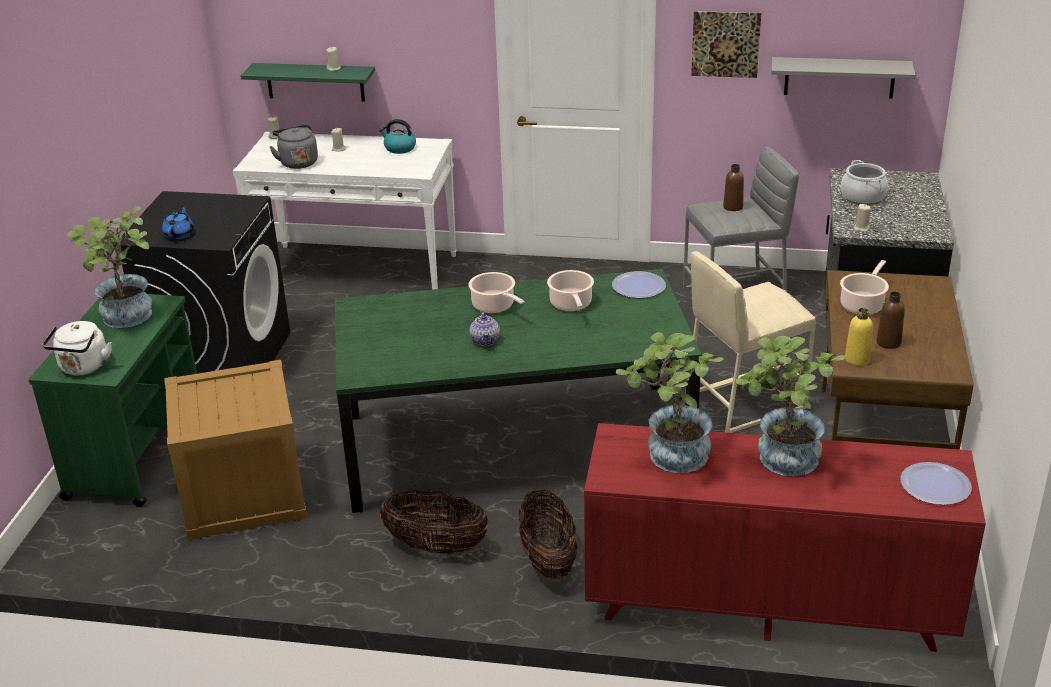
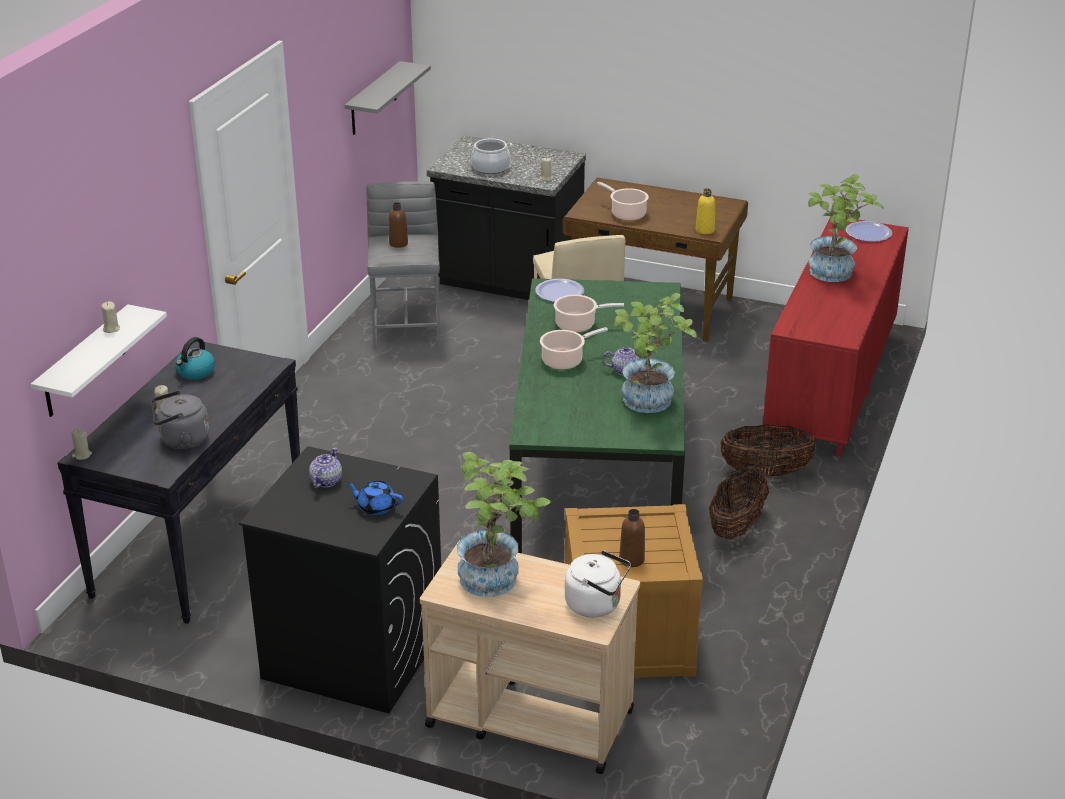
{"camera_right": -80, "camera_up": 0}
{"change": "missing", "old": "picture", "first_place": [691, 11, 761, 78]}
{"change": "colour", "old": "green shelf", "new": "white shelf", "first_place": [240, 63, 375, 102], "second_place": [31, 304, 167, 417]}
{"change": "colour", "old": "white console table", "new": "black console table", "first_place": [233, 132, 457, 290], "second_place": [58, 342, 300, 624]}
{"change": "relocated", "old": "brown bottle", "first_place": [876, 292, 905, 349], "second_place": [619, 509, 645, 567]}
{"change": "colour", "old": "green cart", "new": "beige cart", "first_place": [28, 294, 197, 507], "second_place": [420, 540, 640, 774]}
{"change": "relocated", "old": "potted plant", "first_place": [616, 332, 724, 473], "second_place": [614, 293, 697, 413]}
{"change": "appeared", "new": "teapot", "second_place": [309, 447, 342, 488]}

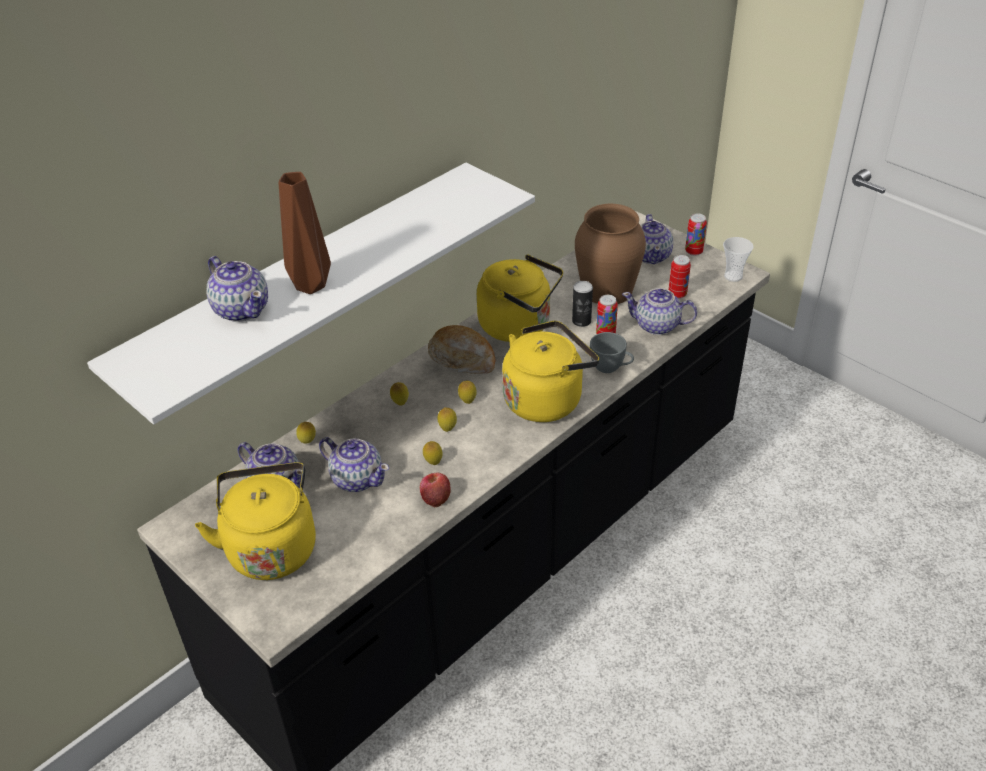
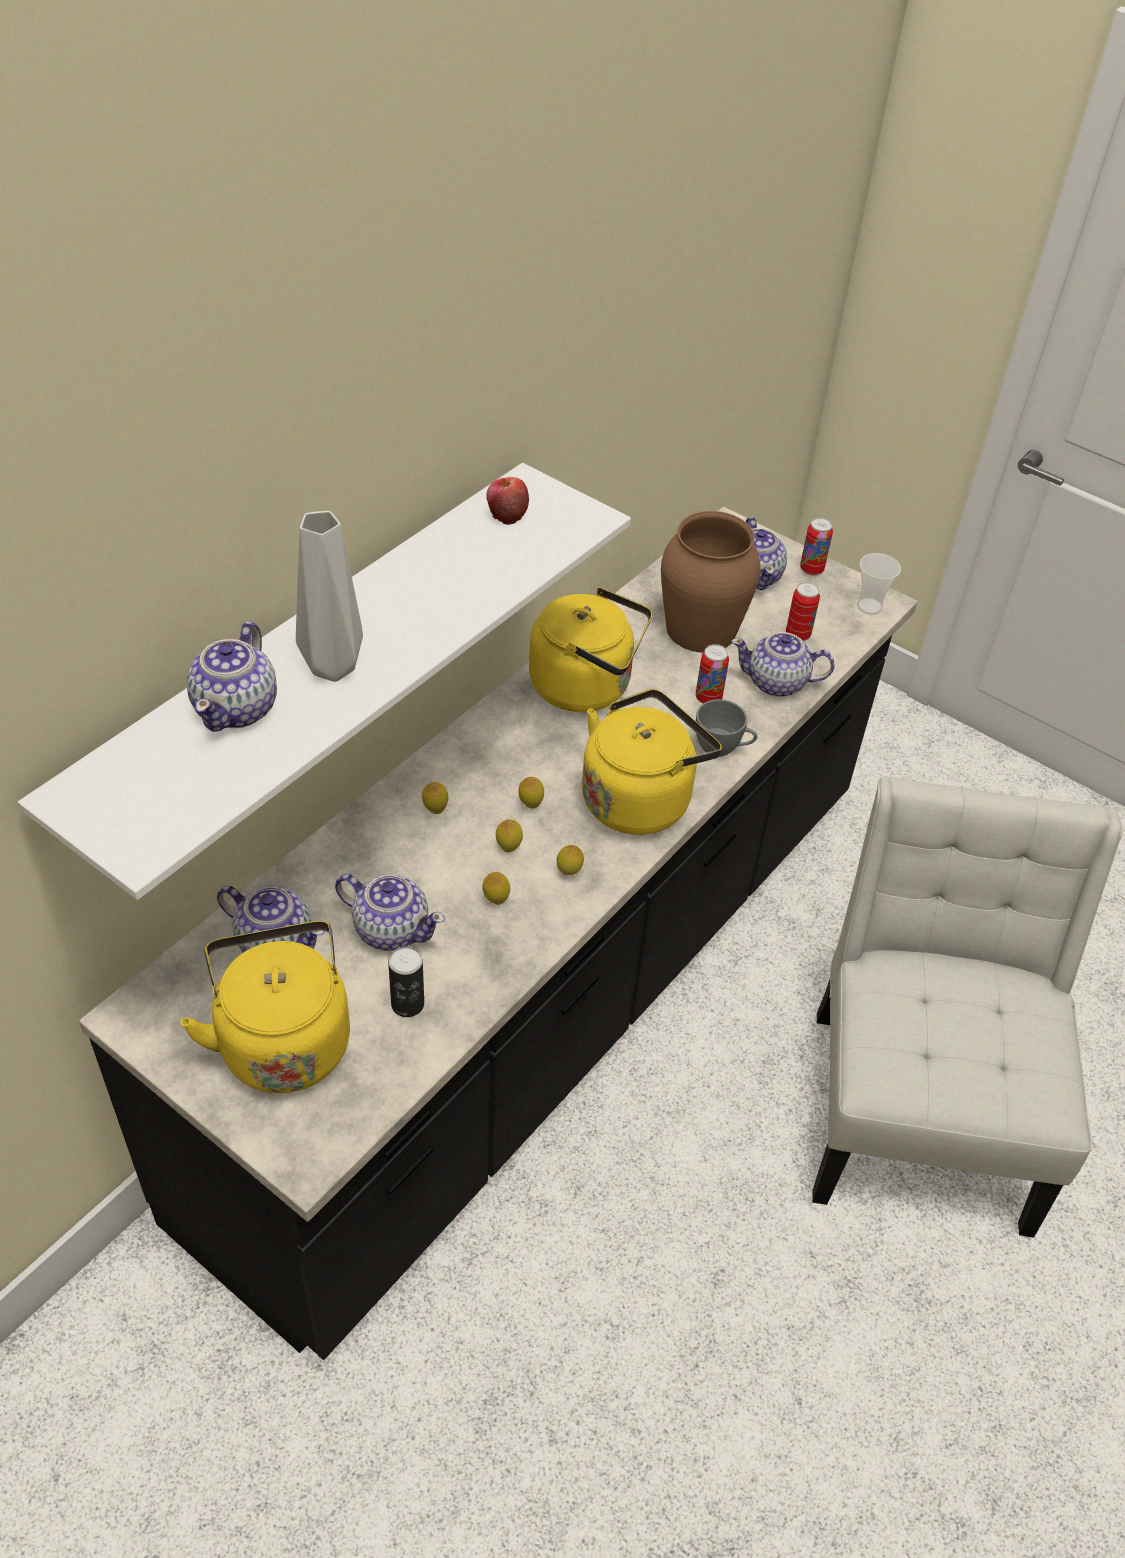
{"camera_right": -10, "camera_up": 5}
{"change": "colour", "old": "brown vase", "new": "grey vase", "first_place": [279, 172, 331, 294], "second_place": [296, 511, 363, 682]}
{"change": "spun", "old": "teapot", "first_place": [207, 256, 268, 322], "second_place": [187, 621, 277, 732], "degrees": 60}
{"change": "relocated", "old": "can", "first_place": [572, 281, 593, 327], "second_place": [388, 946, 424, 1017]}
{"change": "missing", "old": "bread", "first_place": [428, 325, 496, 374]}
{"change": "relocated", "old": "lemon", "first_place": [296, 422, 316, 444], "second_place": [557, 845, 584, 875]}
{"change": "relocated", "old": "apple", "first_place": [420, 473, 451, 507], "second_place": [486, 477, 529, 525]}
{"change": "appeared", "new": "white chair", "second_place": [812, 777, 1122, 1238]}

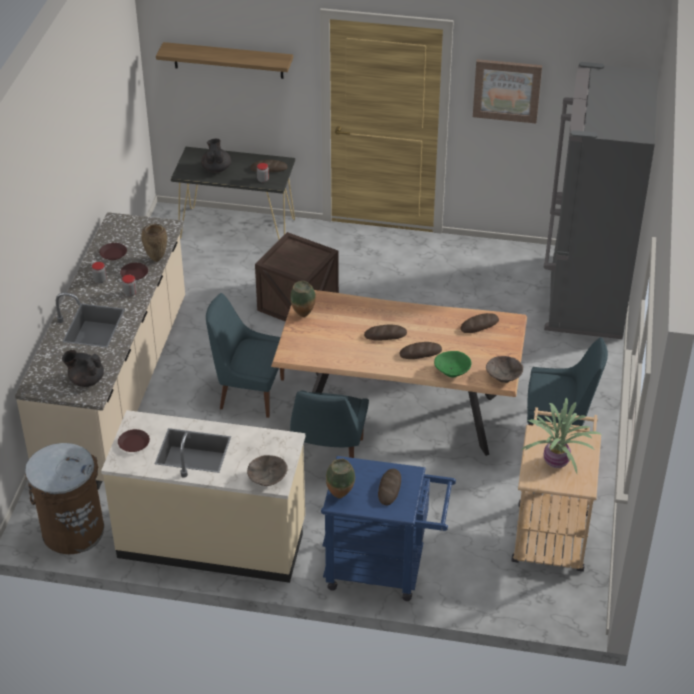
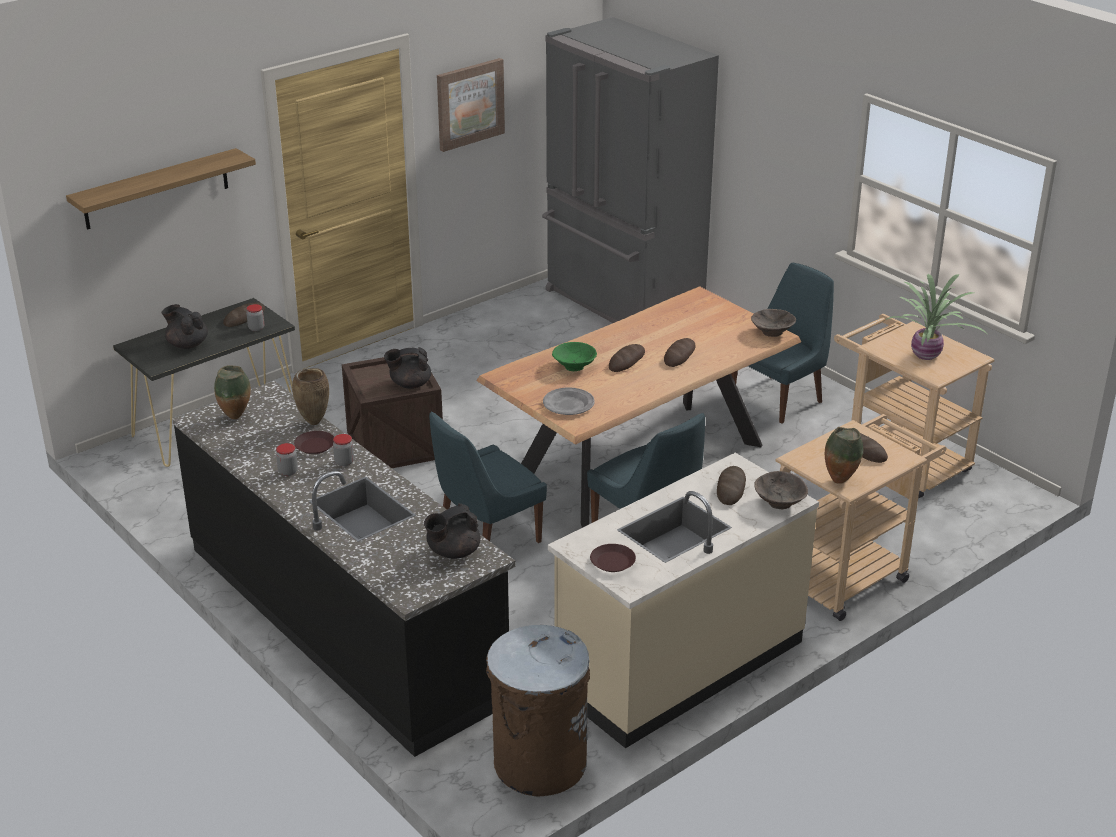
{"camera_right": -50, "camera_up": -10}
{"change": "colour", "old": "beige counter", "new": "black counter", "first_place": [15, 212, 185, 490], "second_place": [172, 381, 516, 757]}
{"change": "missing", "old": "brown plate", "first_place": [99, 243, 127, 260]}
{"change": "relocated", "old": "vase", "first_place": [290, 281, 316, 317], "second_place": [214, 366, 251, 419]}
{"change": "relocated", "old": "bread", "first_place": [460, 313, 499, 333], "second_place": [717, 466, 746, 505]}
{"change": "relocated", "old": "green bowl", "first_place": [434, 351, 472, 378], "second_place": [552, 342, 597, 371]}
{"change": "colour", "old": "blue cart", "new": "beige cart", "first_place": [321, 456, 456, 601], "second_place": [776, 414, 947, 621]}
{"change": "appeared", "new": "black teapot", "second_place": [384, 347, 431, 389]}
{"change": "appeared", "new": "grey plate", "second_place": [543, 388, 595, 415]}

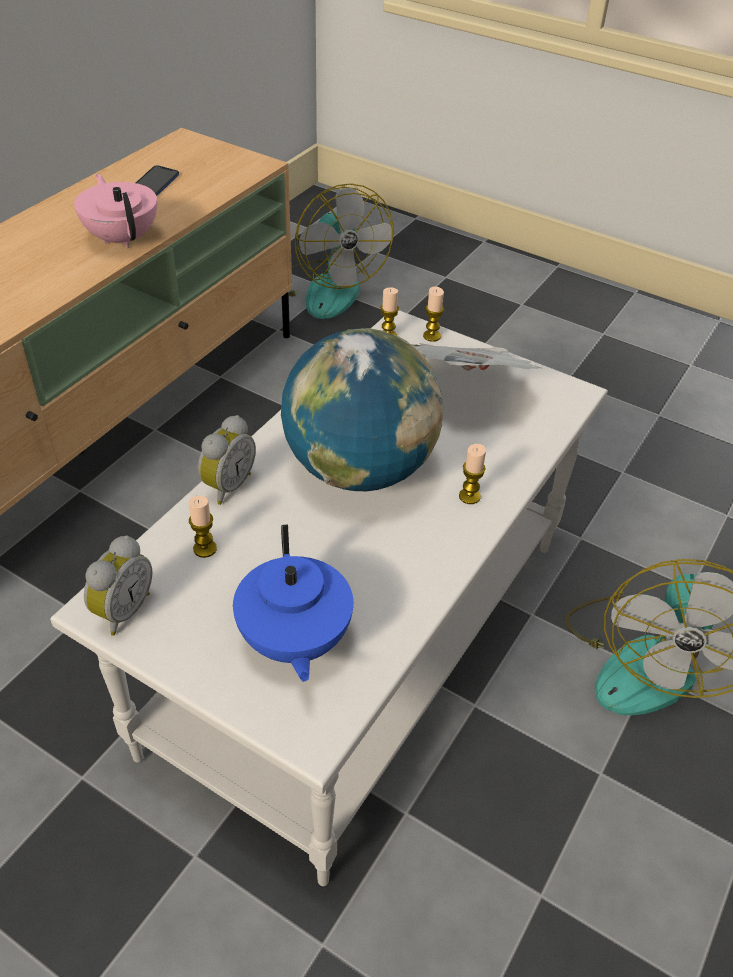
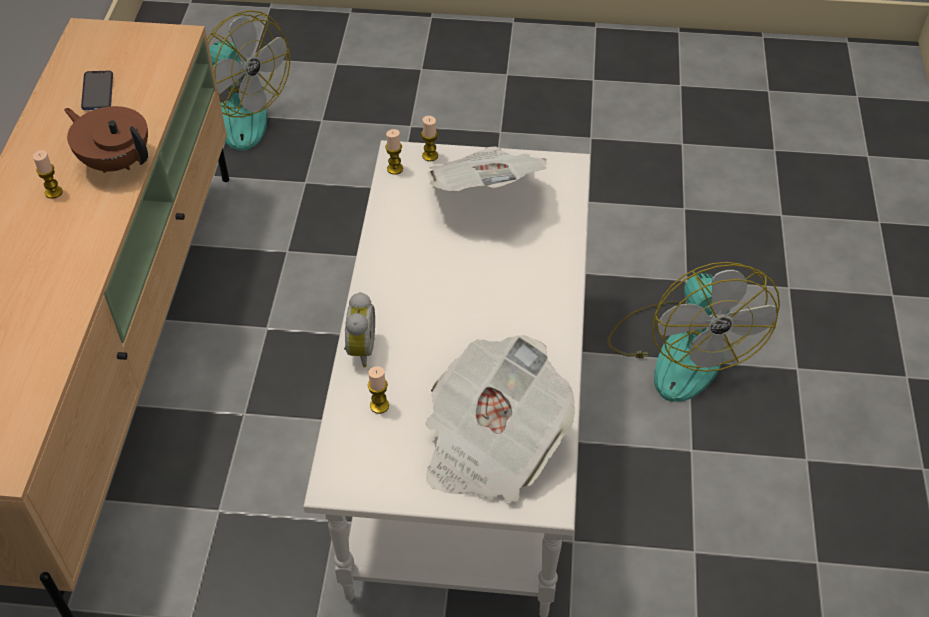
{"camera_right": -25, "camera_up": 5}
{"change": "colour", "old": "pink teapot", "new": "brown teapot", "first_place": [74, 174, 157, 248], "second_place": [64, 106, 148, 173]}
{"change": "missing", "old": "globe", "first_place": [281, 328, 443, 491]}
{"change": "relocated", "old": "candle", "first_place": [459, 444, 486, 504], "second_place": [33, 150, 63, 199]}
{"change": "exchanged", "old": "blue teapot", "new": "newspaper", "first_place": [233, 524, 353, 682], "second_place": [426, 335, 575, 502]}
{"change": "missing", "old": "alarm clock", "first_place": [84, 535, 153, 636]}

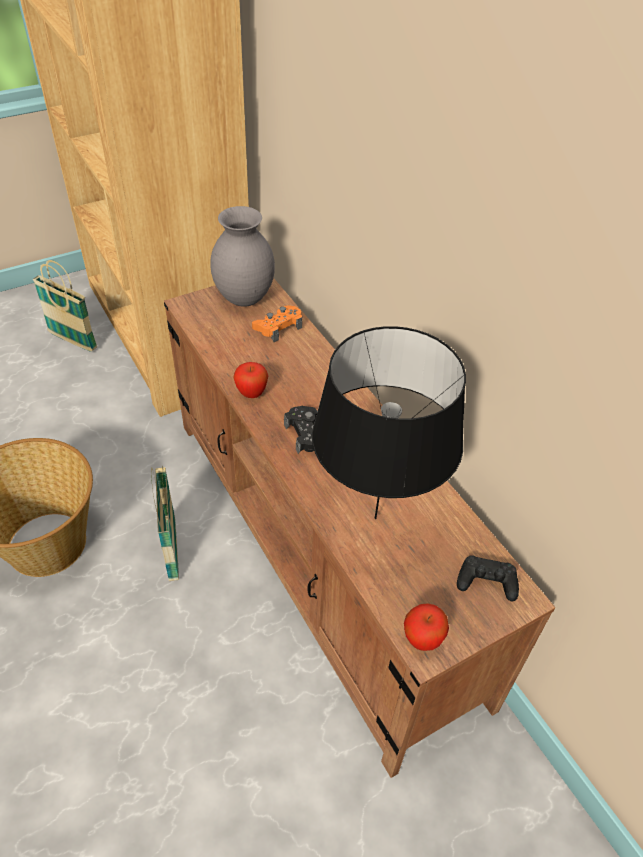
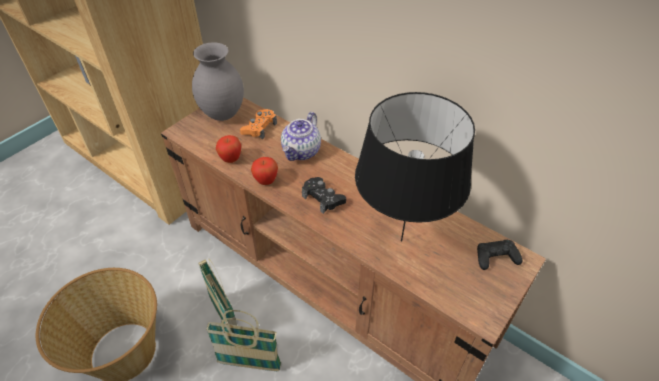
{"camera_right": -20, "camera_up": 0}
{"change": "relocated", "old": "basket", "first_place": [33, 260, 97, 352], "second_place": [206, 310, 281, 371]}
{"change": "relocated", "old": "apple", "first_place": [404, 603, 449, 651], "second_place": [216, 135, 241, 163]}
{"change": "appeared", "new": "teapot", "second_place": [281, 112, 321, 161]}

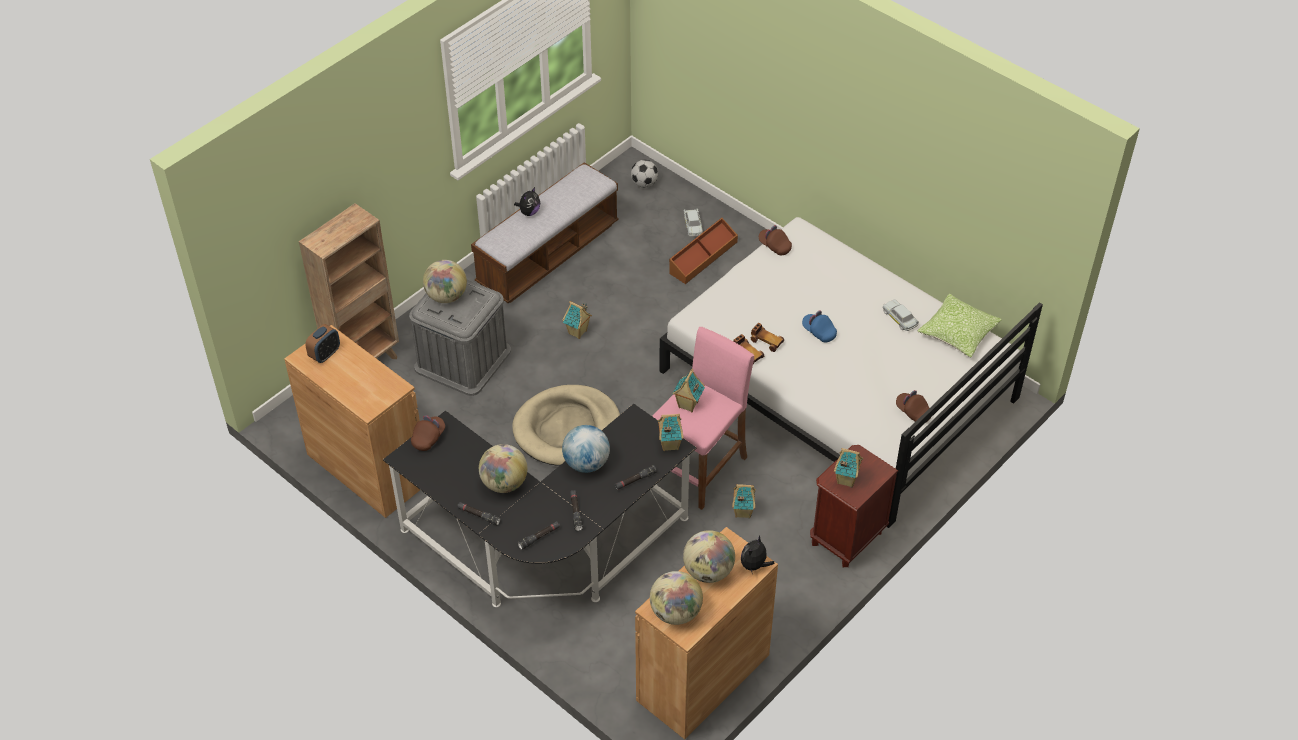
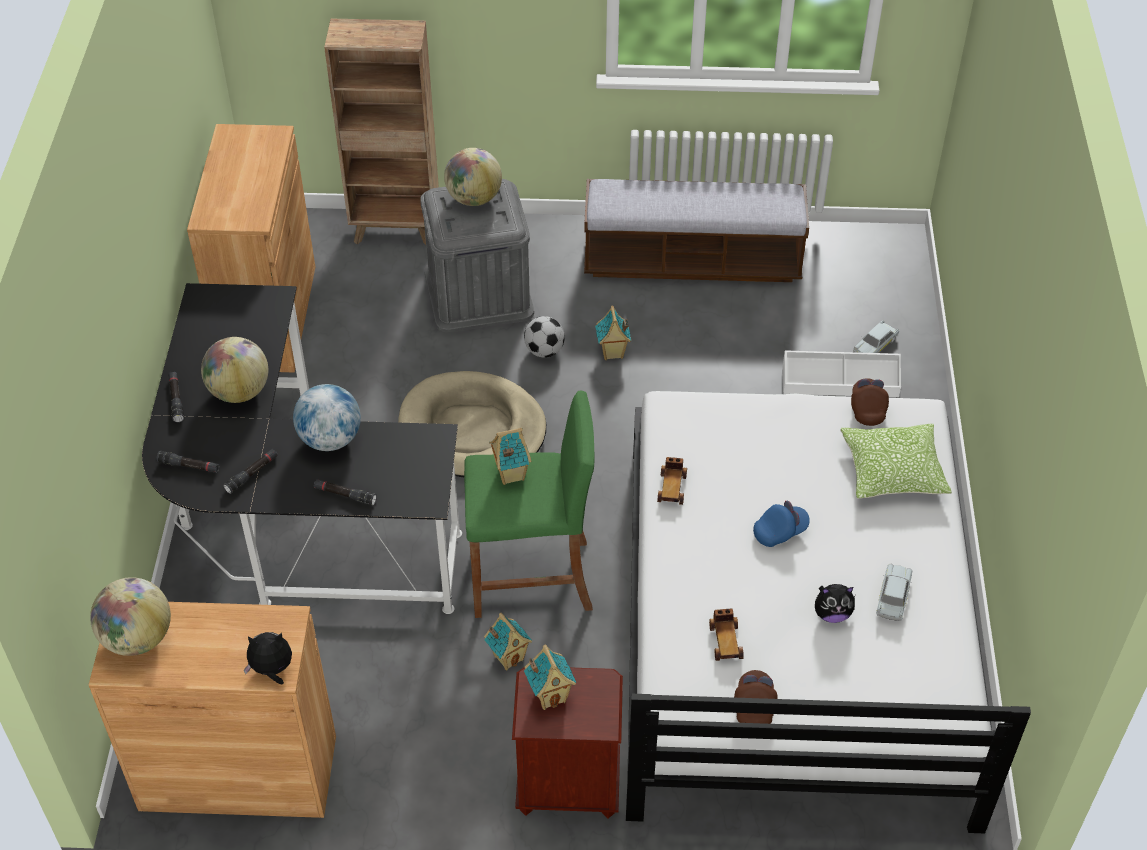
{"camera_right": 50, "camera_up": 0}
{"change": "relocated", "old": "football", "first_place": [631, 160, 658, 188], "second_place": [524, 316, 565, 358]}
{"change": "relocated", "old": "plush toy", "first_place": [514, 187, 540, 216], "second_place": [815, 584, 855, 623]}
{"change": "colour", "old": "brown storage box", "new": "white storage box", "first_place": [669, 218, 738, 284], "second_place": [782, 350, 901, 397]}
{"change": "relocated", "old": "pillow", "first_place": [917, 294, 1002, 357], "second_place": [840, 424, 952, 499]}
{"change": "spun", "old": "blue cap", "first_place": [802, 310, 837, 342], "second_place": [753, 500, 810, 547], "degrees": 60}
{"change": "relocated", "old": "toy car", "first_place": [751, 323, 784, 352], "second_place": [709, 609, 744, 661]}
{"change": "missing", "old": "alarm clock", "first_place": [305, 324, 340, 363]}
{"change": "colour", "old": "pink stool", "new": "green stool", "first_place": [652, 327, 754, 510], "second_place": [464, 391, 594, 618]}
{"change": "missing", "old": "toy house", "first_place": [657, 414, 684, 451]}
{"change": "missing", "old": "brown cap", "first_place": [411, 415, 445, 451]}
{"change": "missing", "old": "globe", "first_place": [683, 530, 735, 583]}

